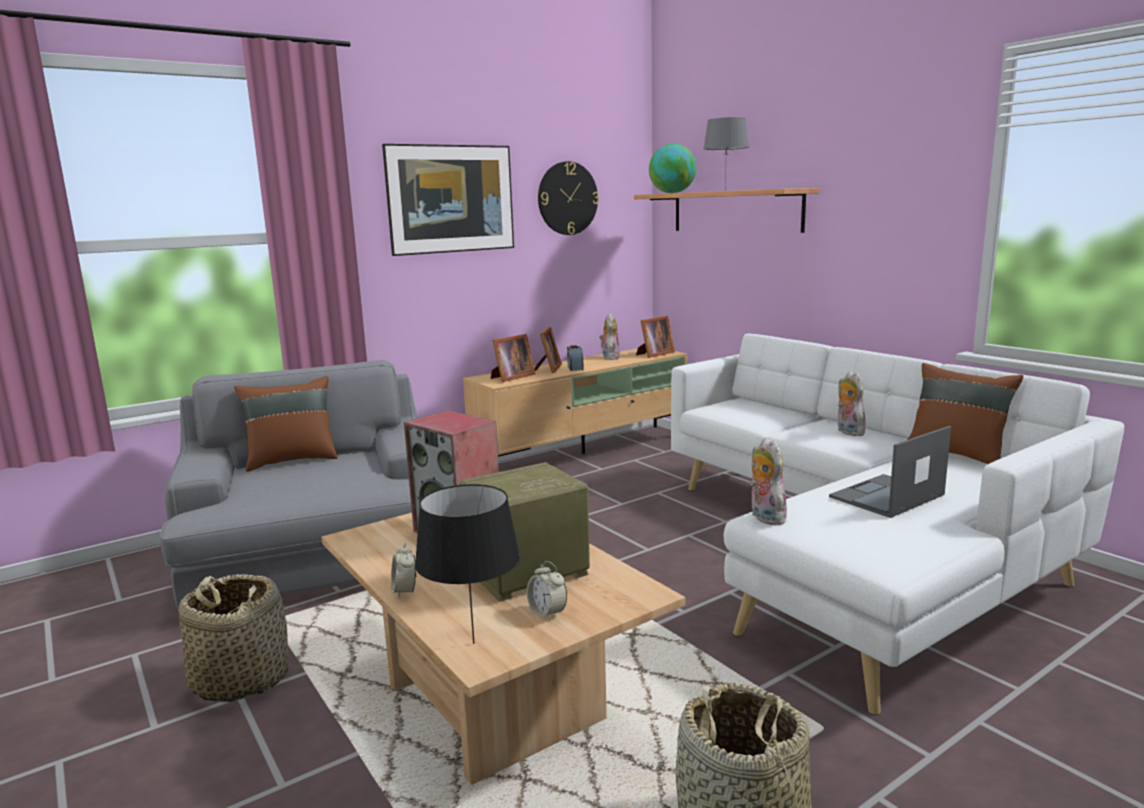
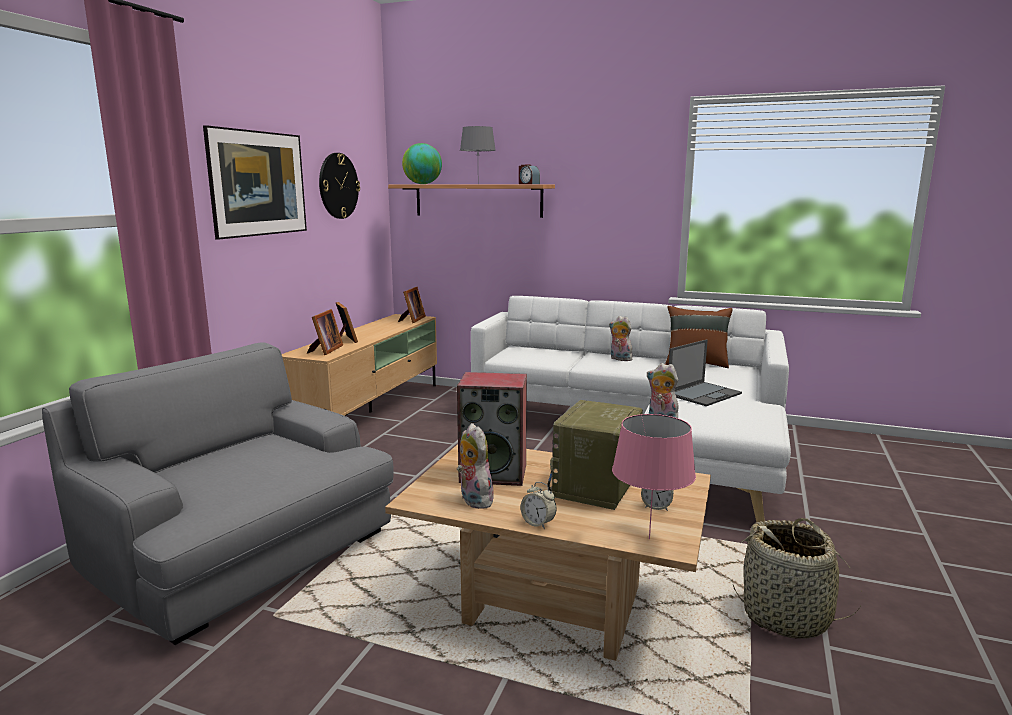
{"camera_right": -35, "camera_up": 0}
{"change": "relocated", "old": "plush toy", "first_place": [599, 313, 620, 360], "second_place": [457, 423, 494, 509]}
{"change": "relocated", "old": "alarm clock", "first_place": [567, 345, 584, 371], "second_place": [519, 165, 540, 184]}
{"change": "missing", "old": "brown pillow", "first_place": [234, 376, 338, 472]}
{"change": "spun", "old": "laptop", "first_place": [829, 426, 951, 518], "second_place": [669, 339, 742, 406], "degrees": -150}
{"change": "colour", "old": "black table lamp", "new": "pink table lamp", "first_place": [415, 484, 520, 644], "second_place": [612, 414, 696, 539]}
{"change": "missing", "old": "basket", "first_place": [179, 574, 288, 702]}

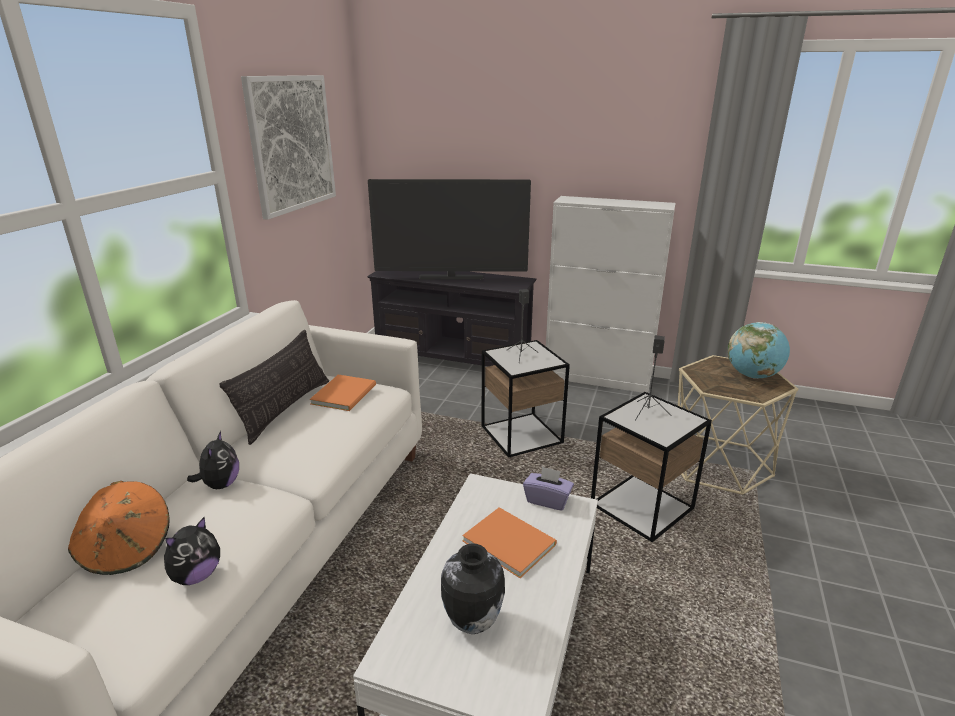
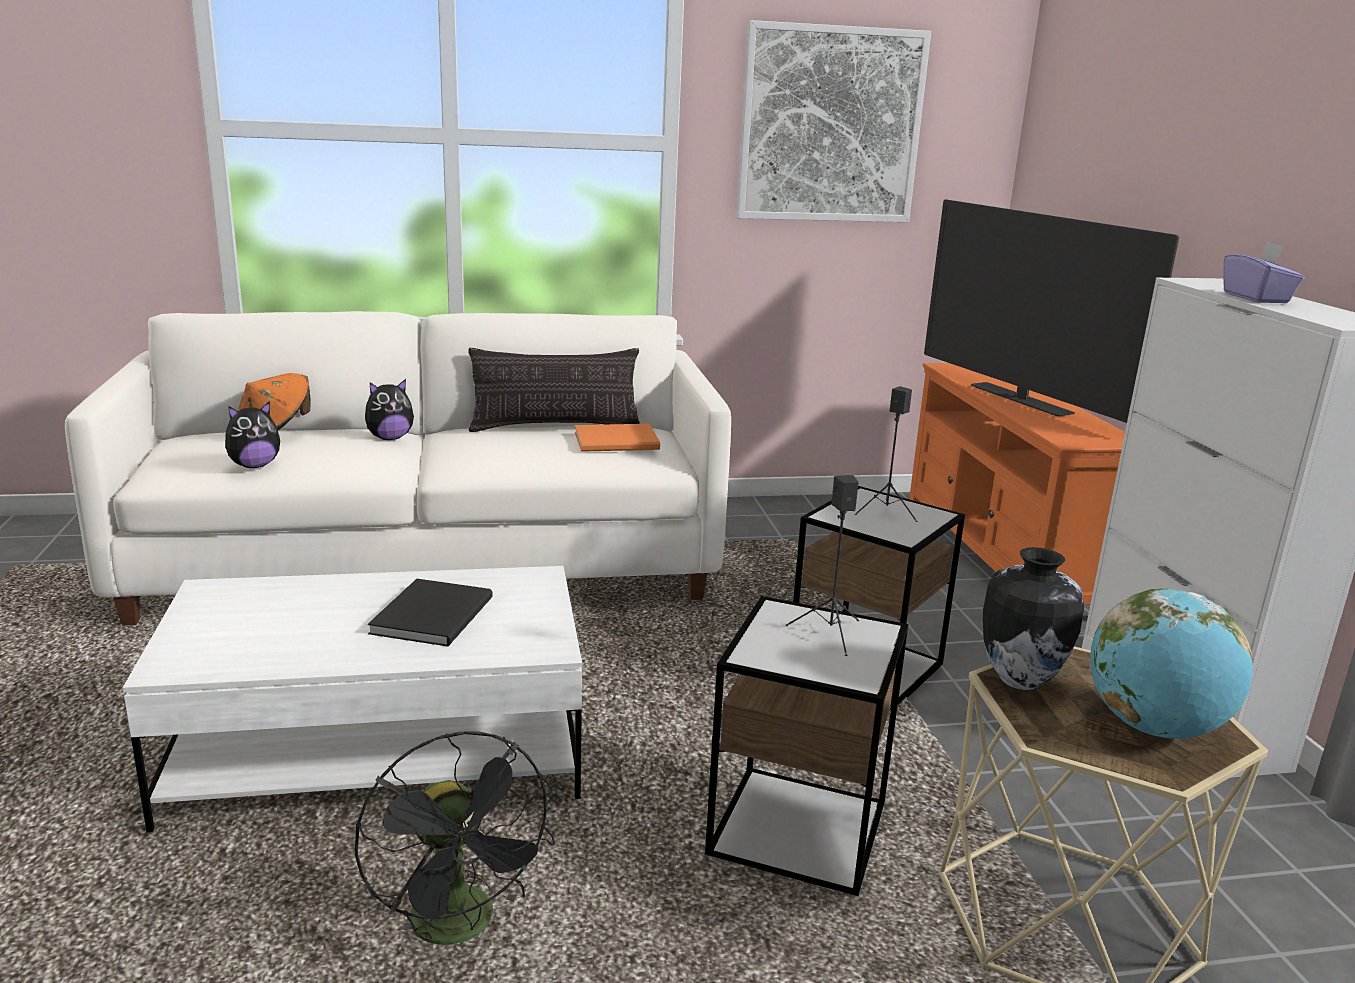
{"camera_right": 60, "camera_up": -5}
{"change": "colour", "old": "black tv stand", "new": "orange tv stand", "first_place": [367, 271, 536, 366], "second_place": [909, 363, 1125, 605]}
{"change": "relocated", "old": "purple tissue box", "first_place": [523, 466, 574, 511], "second_place": [1223, 242, 1304, 303]}
{"change": "colour", "old": "orange book", "new": "black book", "first_place": [462, 507, 557, 578], "second_place": [368, 579, 493, 647]}
{"change": "spun", "old": "plush toy", "first_place": [164, 517, 220, 585], "second_place": [225, 401, 280, 468], "degrees": -45}
{"change": "relocated", "old": "vase", "first_place": [441, 544, 505, 634], "second_place": [983, 547, 1084, 690]}
{"change": "appeared", "new": "black fan", "second_place": [355, 732, 555, 945]}

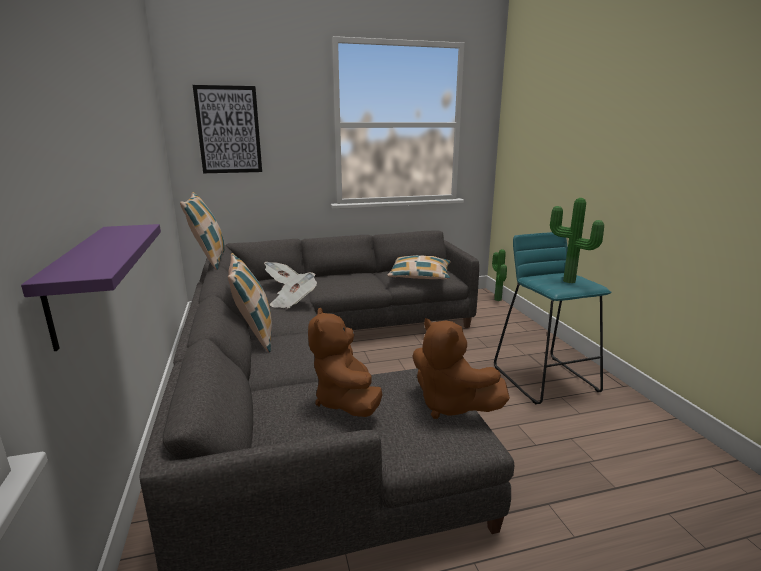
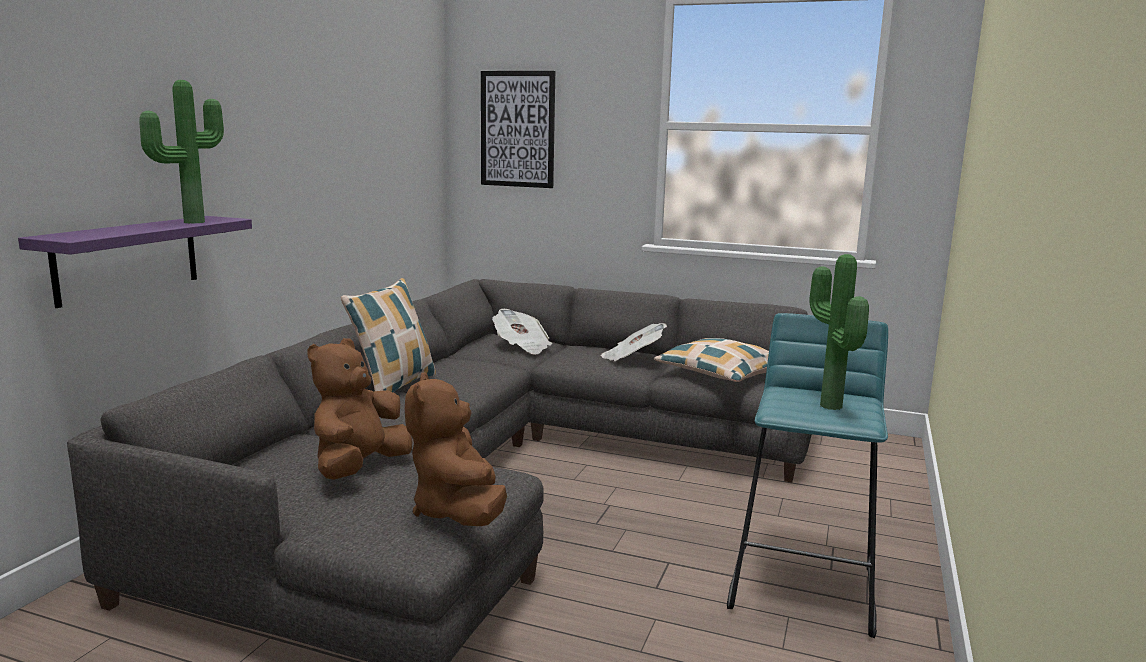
{"camera_right": 35, "camera_up": -5}
{"change": "missing", "old": "pillow", "first_place": [180, 192, 225, 270]}
{"change": "relocated", "old": "potted plant", "first_place": [492, 249, 507, 301], "second_place": [139, 80, 224, 224]}
{"change": "relocated", "old": "newspaper", "first_place": [270, 272, 317, 309], "second_place": [601, 323, 667, 361]}

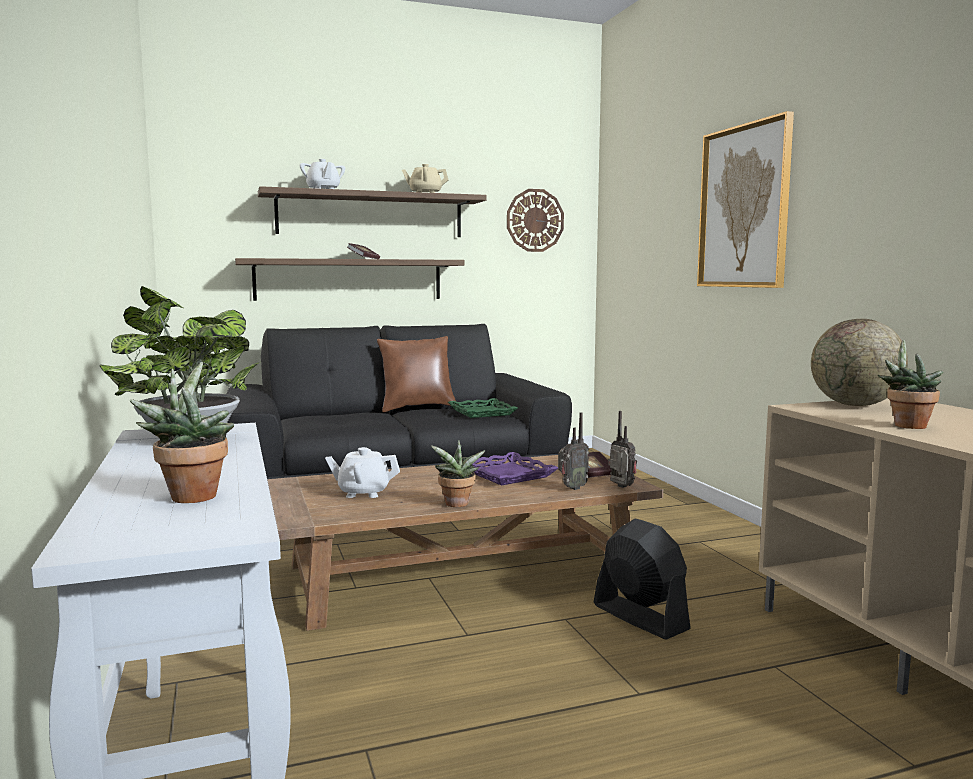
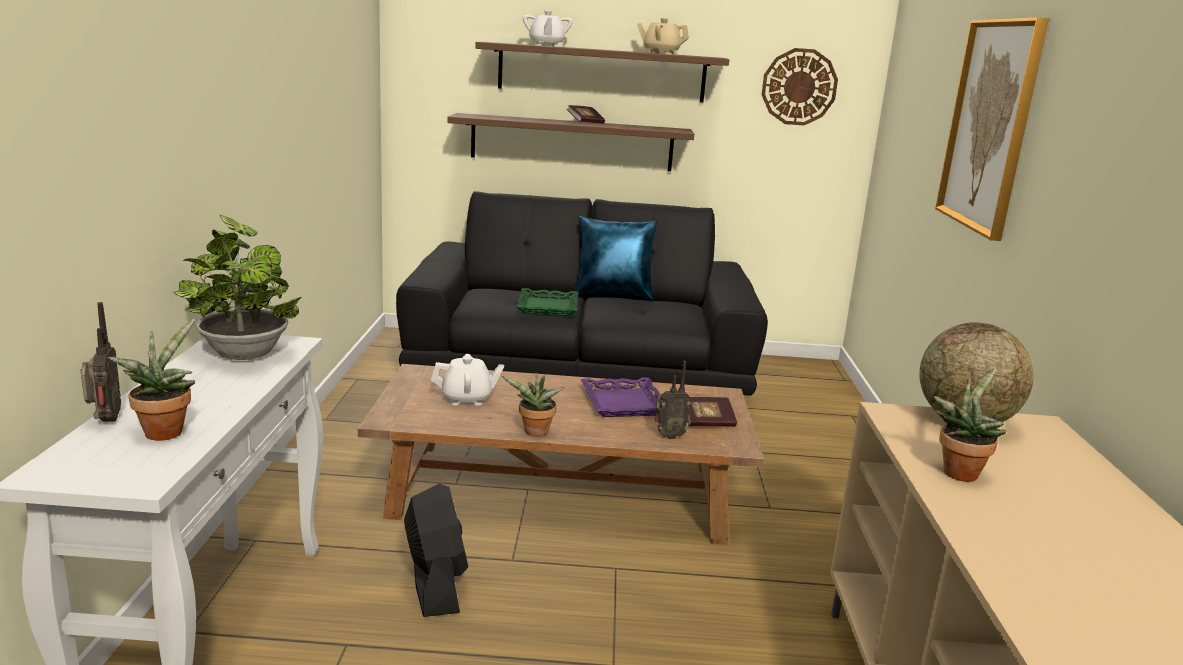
{"camera_right": 20, "camera_up": 10}
{"change": "colour", "old": "brown pillow", "new": "blue pillow", "first_place": [377, 336, 456, 412], "second_place": [573, 216, 658, 301]}
{"change": "relocated", "old": "green tray", "first_place": [448, 398, 518, 418], "second_place": [516, 288, 578, 316]}
{"change": "relocated", "old": "radio", "first_place": [608, 411, 637, 488], "second_place": [80, 302, 121, 422]}
{"change": "spun", "old": "white teapot", "first_place": [325, 447, 400, 498], "second_place": [431, 354, 504, 406], "degrees": 150}
{"change": "relocated", "old": "black fan", "first_place": [594, 519, 691, 639], "second_place": [404, 484, 468, 617]}

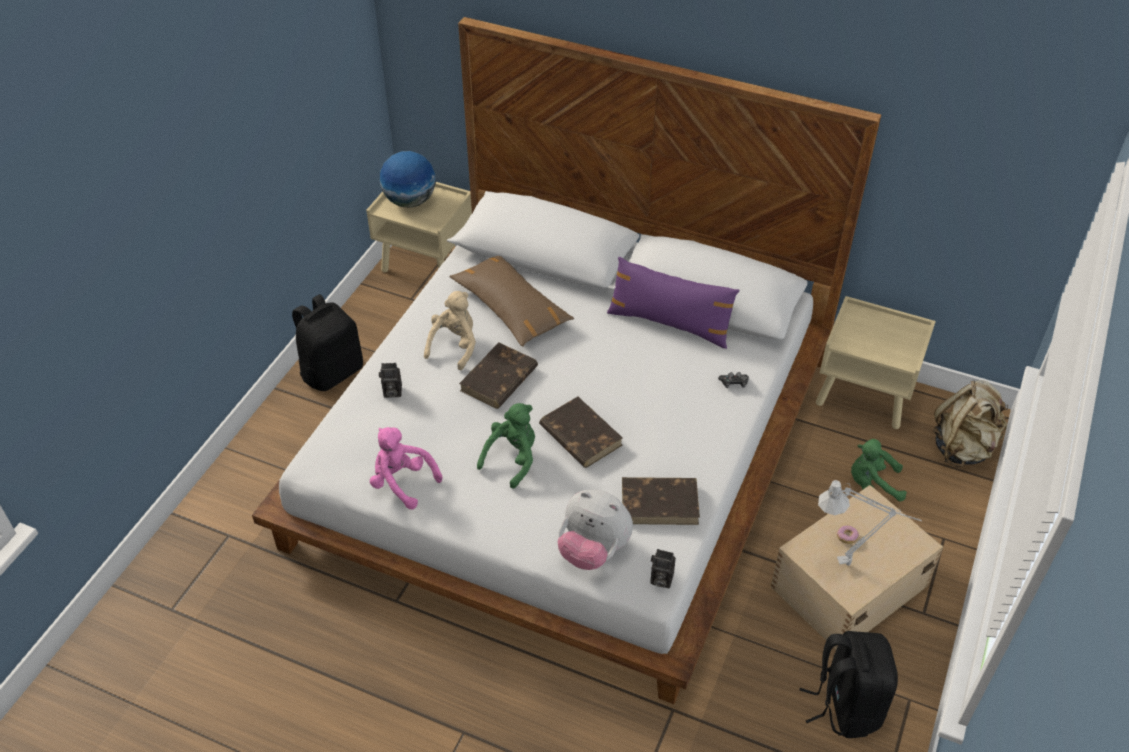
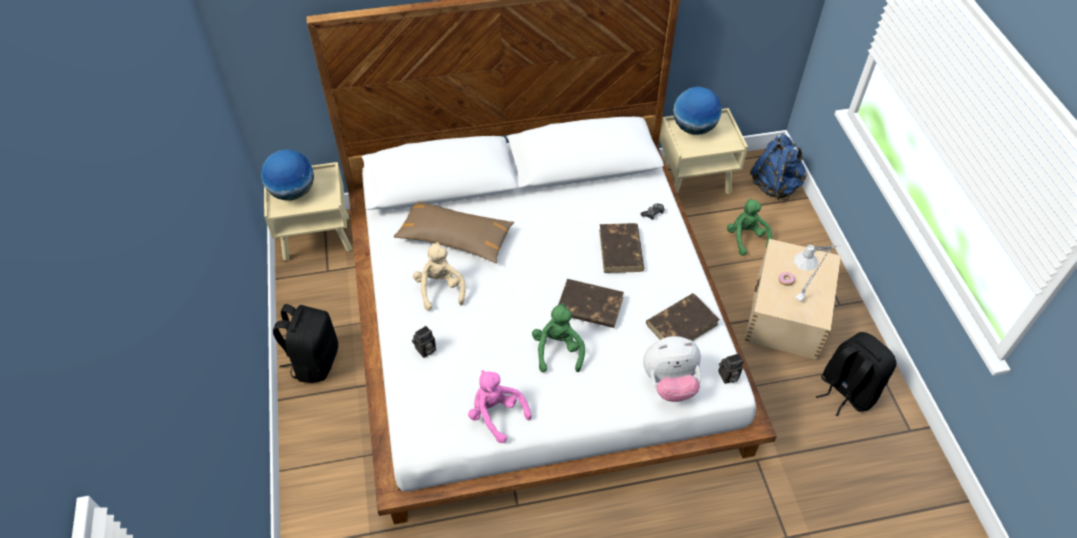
{"camera_right": -35, "camera_up": 5}
{"change": "missing", "old": "purple pillow", "first_place": [607, 257, 740, 349]}
{"change": "relocated", "old": "brown book", "first_place": [459, 343, 538, 409], "second_place": [599, 223, 644, 273]}
{"change": "colour", "old": "beige backpack", "new": "blue backpack", "first_place": [933, 380, 1008, 468], "second_place": [750, 134, 807, 200]}
{"change": "spun", "old": "pink plush toy", "first_place": [370, 427, 442, 509], "second_place": [468, 370, 532, 443], "degrees": 45}
{"change": "spun", "old": "green plush toy", "first_place": [851, 439, 907, 502], "second_place": [727, 198, 772, 256], "degrees": 105}
{"change": "appeared", "new": "globe", "second_place": [673, 86, 722, 135]}

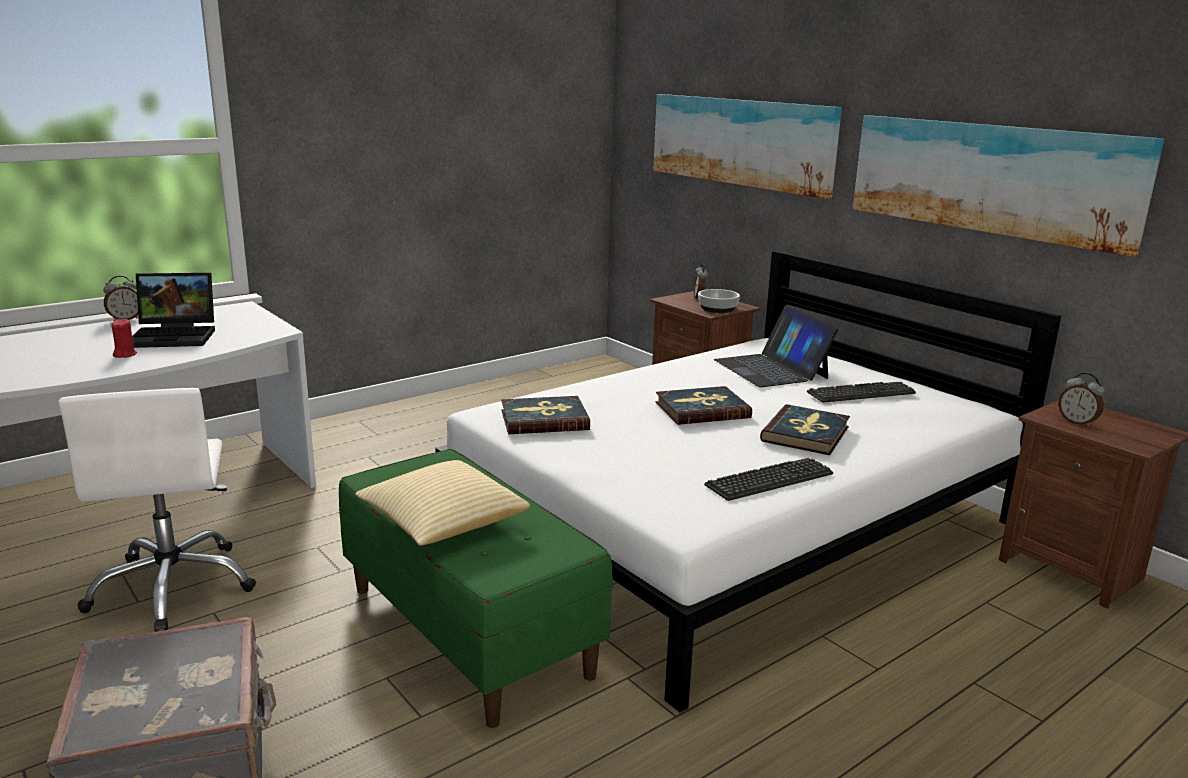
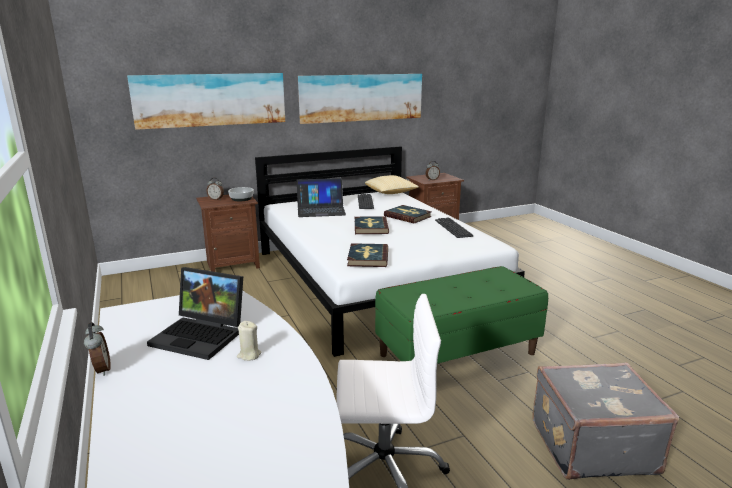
{"camera_right": -75, "camera_up": 0}
{"change": "spun", "old": "laptop", "first_place": [132, 273, 215, 348], "second_place": [147, 267, 243, 360], "degrees": 105}
{"change": "colour", "old": "red candle", "new": "beige candle", "first_place": [111, 319, 137, 358], "second_place": [237, 321, 261, 361]}
{"change": "relocated", "old": "pillow", "first_place": [355, 460, 530, 546], "second_place": [365, 175, 419, 194]}

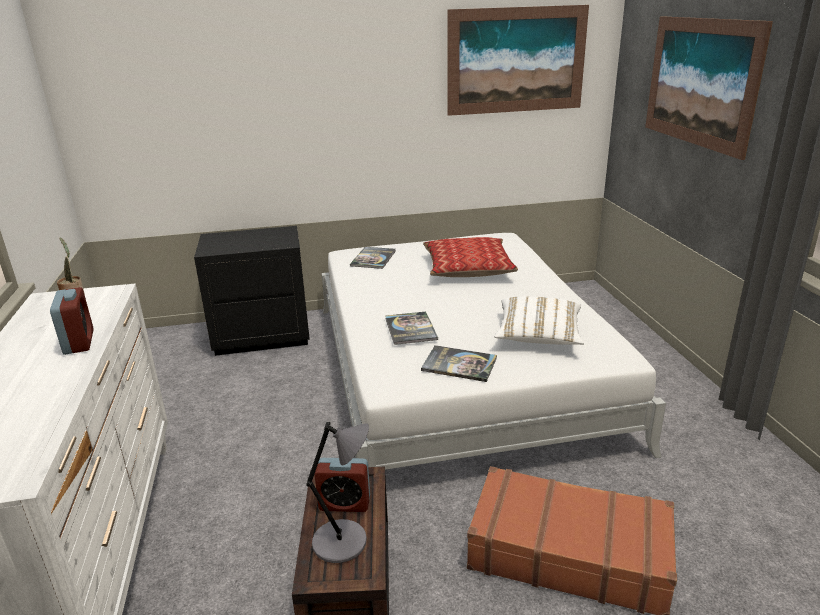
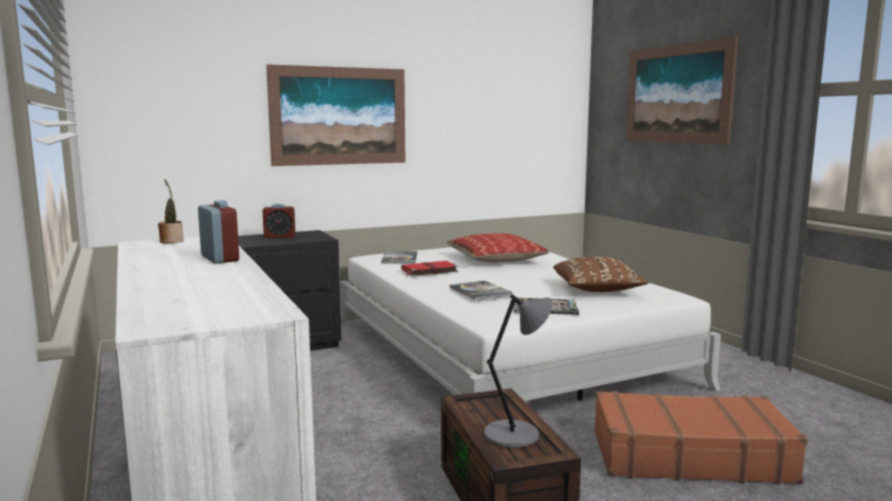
{"camera_right": -15, "camera_up": -15}
{"change": "relocated", "old": "picture", "first_place": [447, 5, 589, 116], "second_place": [266, 64, 406, 166]}
{"change": "colour", "old": "white pillow", "new": "brown pillow", "first_place": [494, 296, 584, 345], "second_place": [553, 257, 649, 292]}
{"change": "relocated", "old": "alarm clock", "first_place": [314, 458, 370, 512], "second_place": [263, 204, 295, 238]}
{"change": "appeared", "new": "red book", "second_place": [401, 261, 459, 277]}

